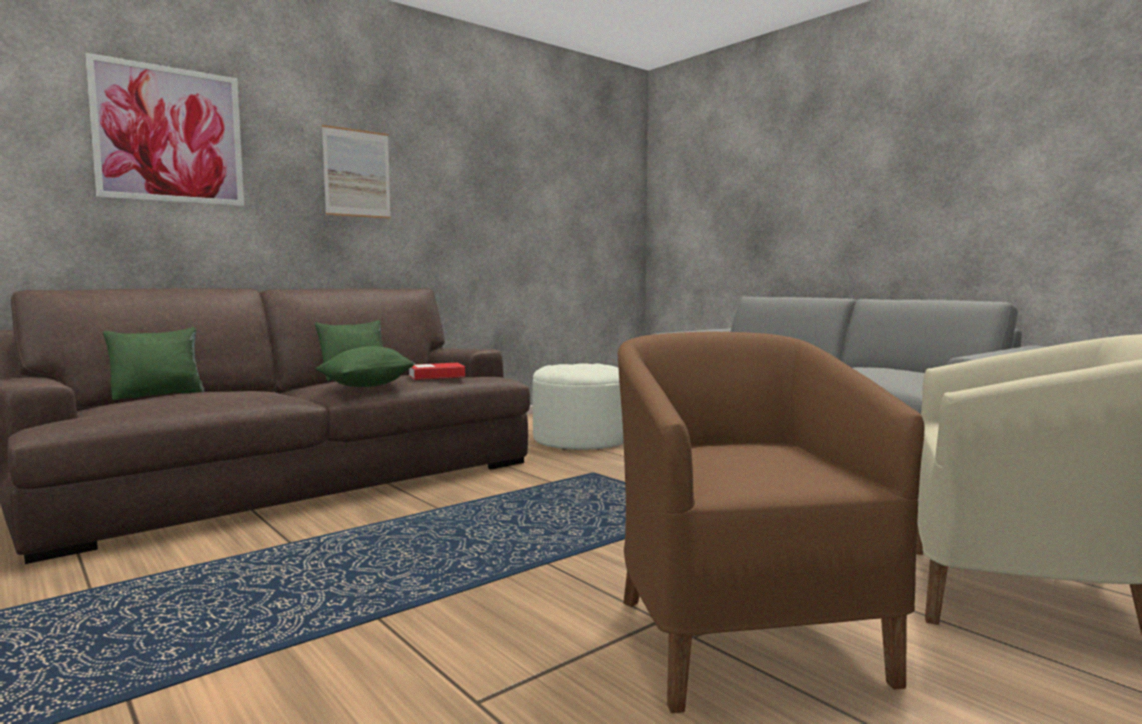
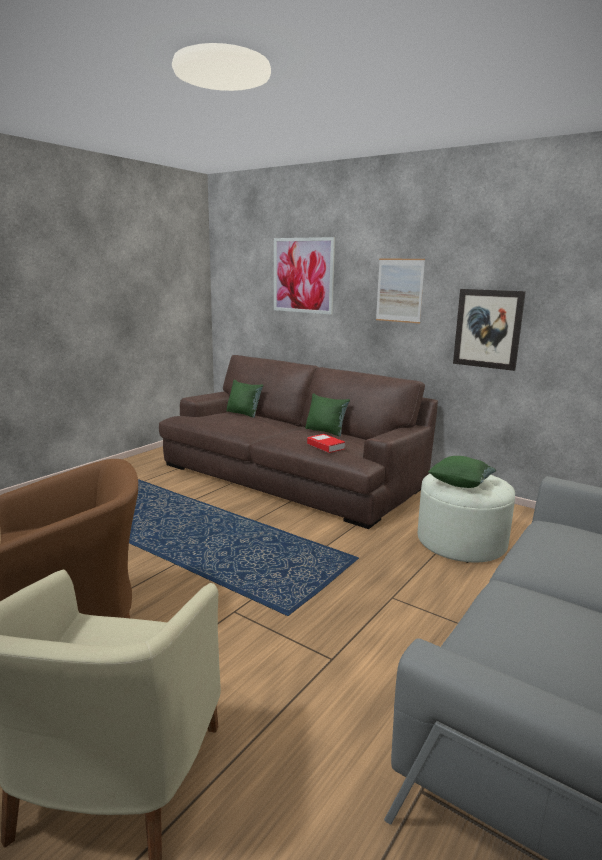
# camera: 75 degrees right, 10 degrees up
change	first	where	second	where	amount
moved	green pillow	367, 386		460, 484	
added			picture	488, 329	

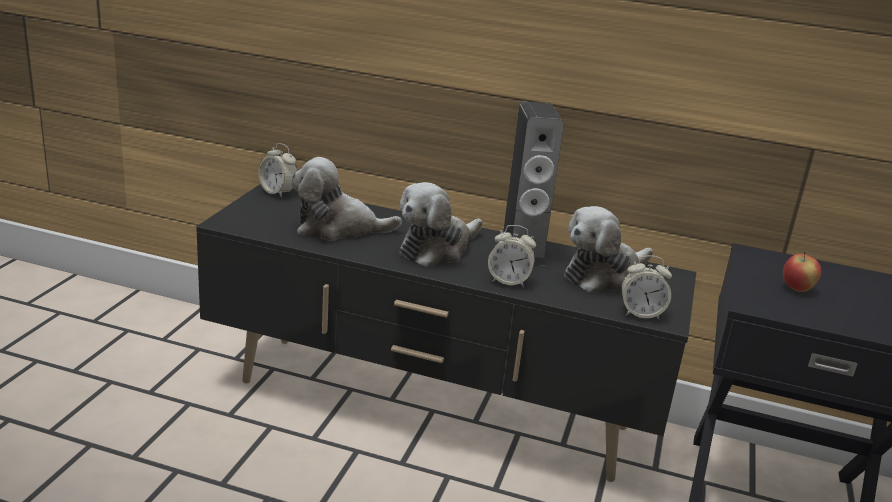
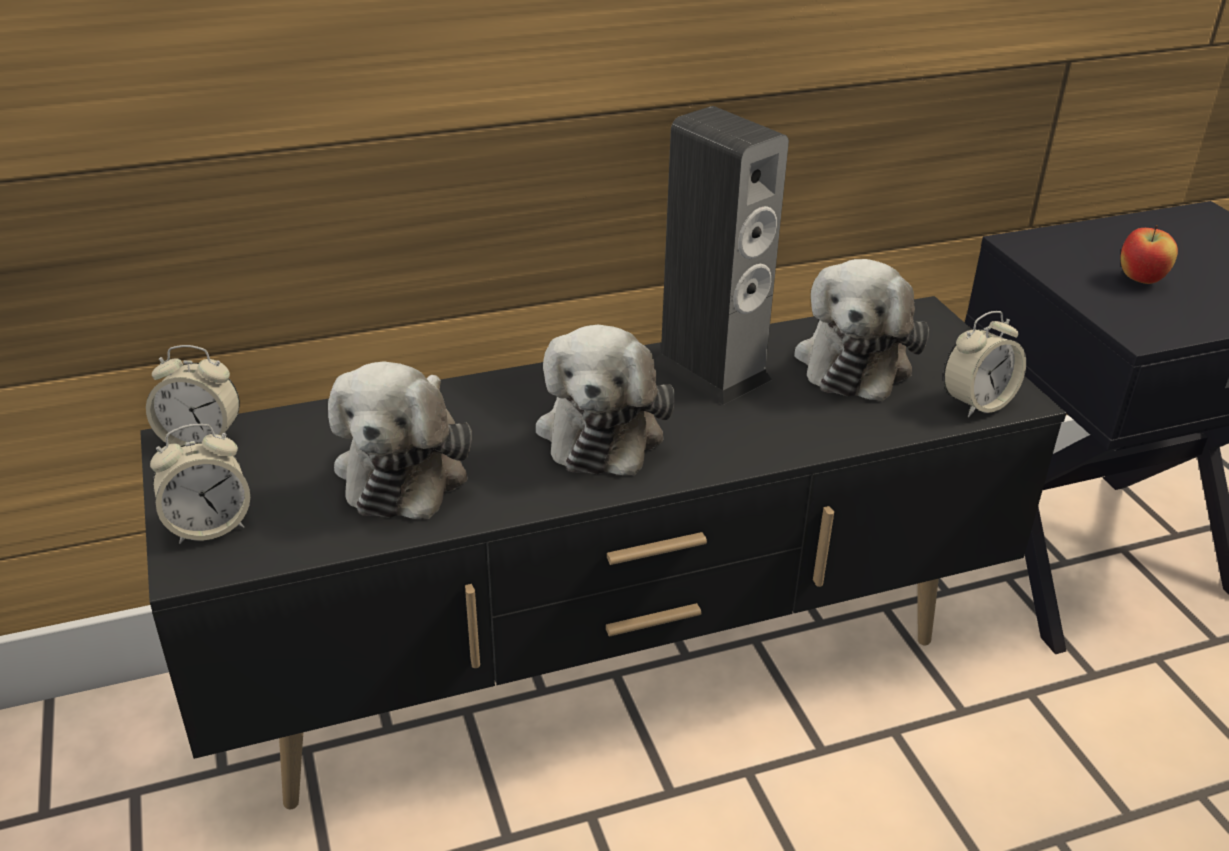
# camera: 35 degrees left, 10 degrees up
change	first	where	second	where	amount
turned	plush toy	338, 228		406, 468	45 degrees counterclockwise
moved	alarm clock	509, 281		209, 526	

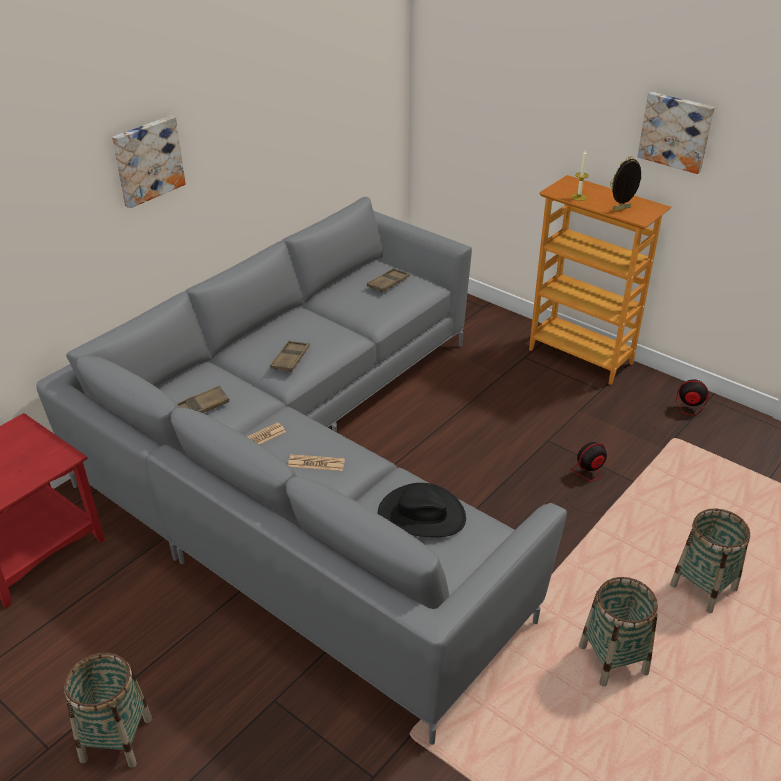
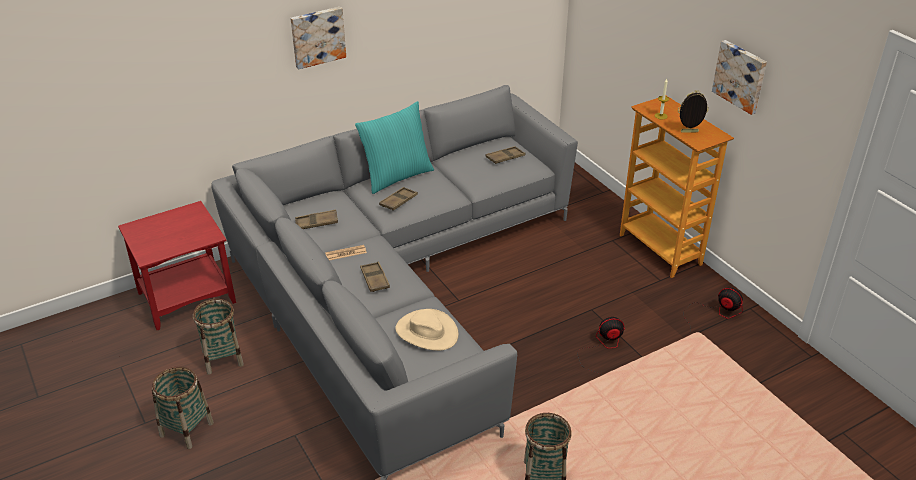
# camera: 20 degrees right, 0 degrees up
change	first	where	second	where	amount
replaced	newspaper	316, 463	brown tray	375, 279	
recoloured	black hat	421, 515	beige hat	426, 332	
moved	basket	703, 587		223, 358	
added			turquoise pillow	396, 176	

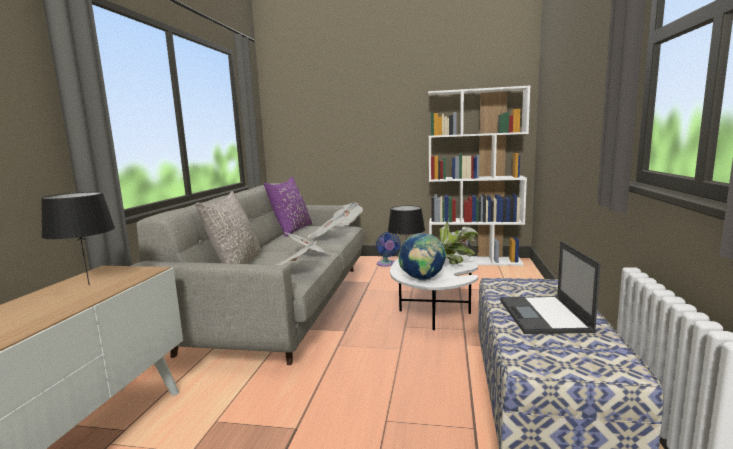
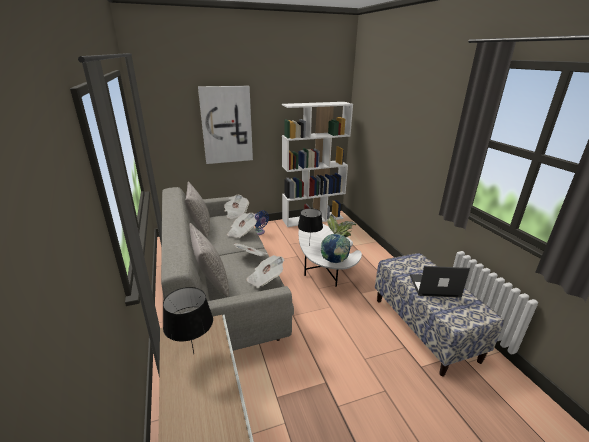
# camera: 30 degrees left, 15 degrees up
change	first	where	second	where	amount
recoloured	purple pillow	291, 230	grey pillow	200, 227	
turned	laptop	544, 315		433, 286	120 degrees clockwise
added			picture	226, 125	

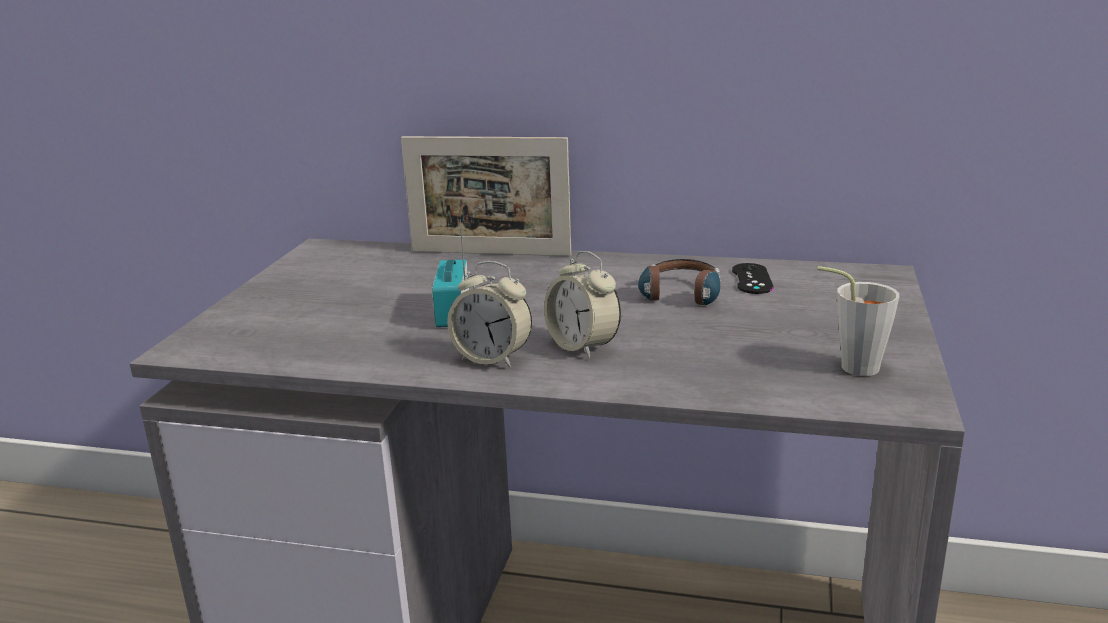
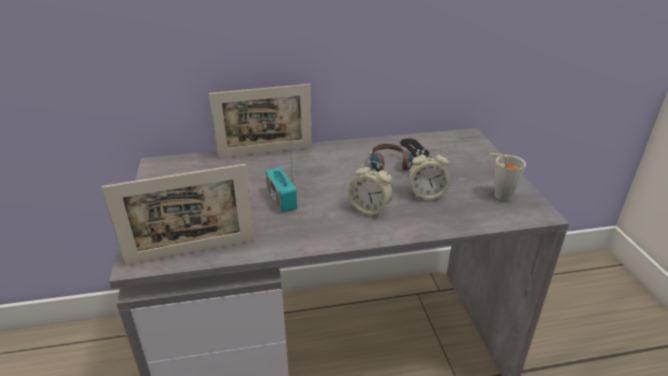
# camera: 25 degrees left, 10 degrees up
change	first	where	second	where	amount
moved	alarm clock	492, 358		426, 194	
added			picture frame	191, 252	

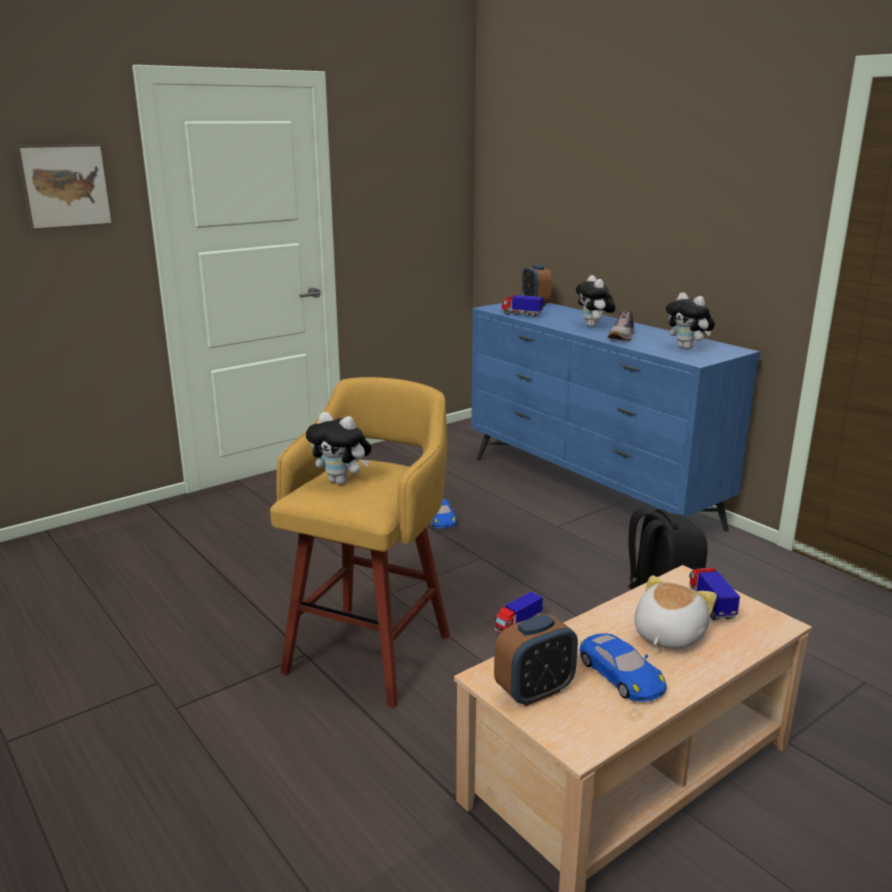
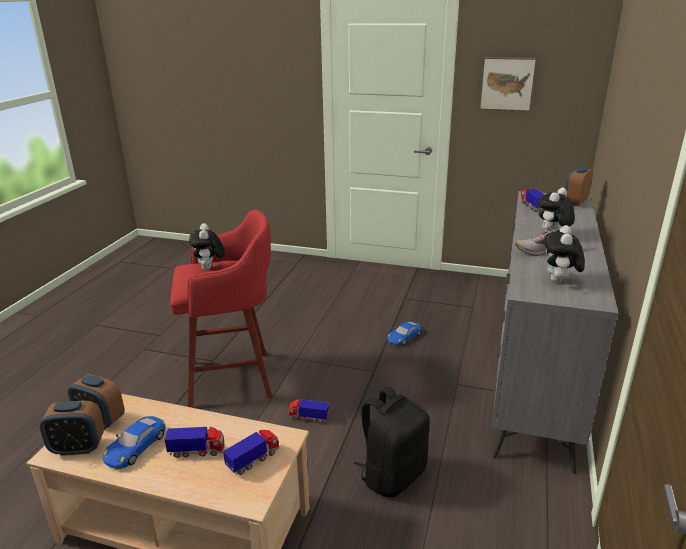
# camera: 55 degrees right, 5 degrees up
change	first	where	second	where	amount
moved	picture	64, 186		507, 83	
recoloured	blue dresser	590, 492	grey dresser	533, 378	
recoloured	yellow stool	371, 651	red stool	233, 378	
replaced	plush toy	667, 635	toy truck	197, 451	
added			alarm clock	78, 448	

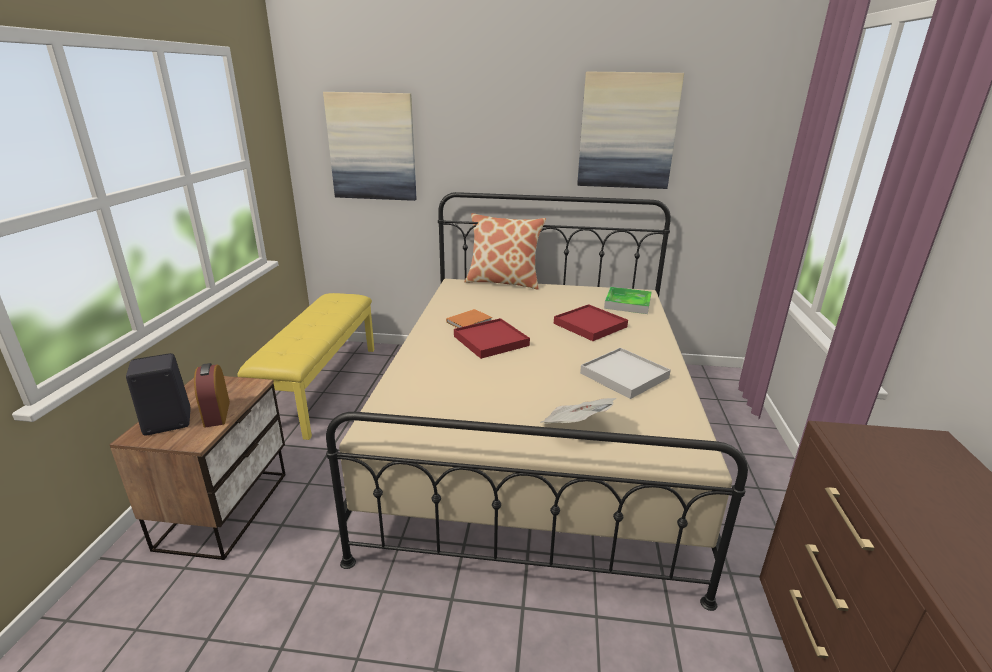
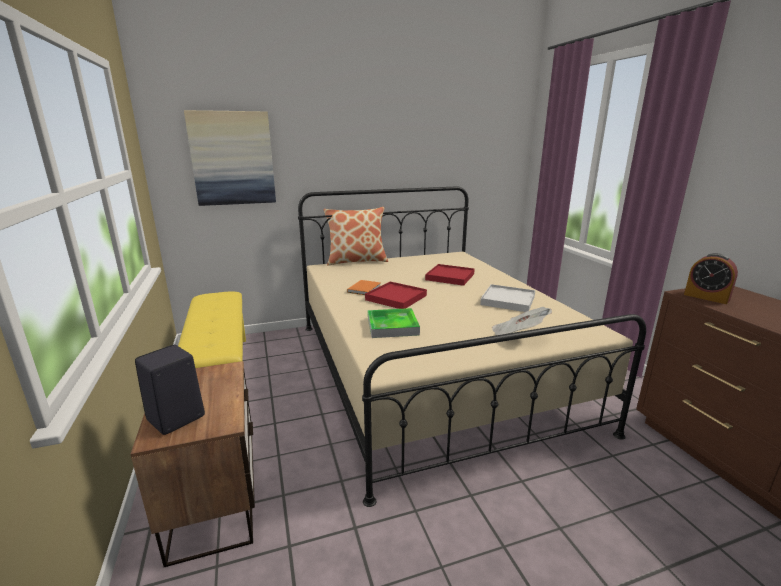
# camera: 25 degrees left, 5 degrees down
change	first	where	second	where	amount
removed	picture	627, 131			
moved	tray	627, 303		392, 326	
moved	alarm clock	217, 413		706, 297	

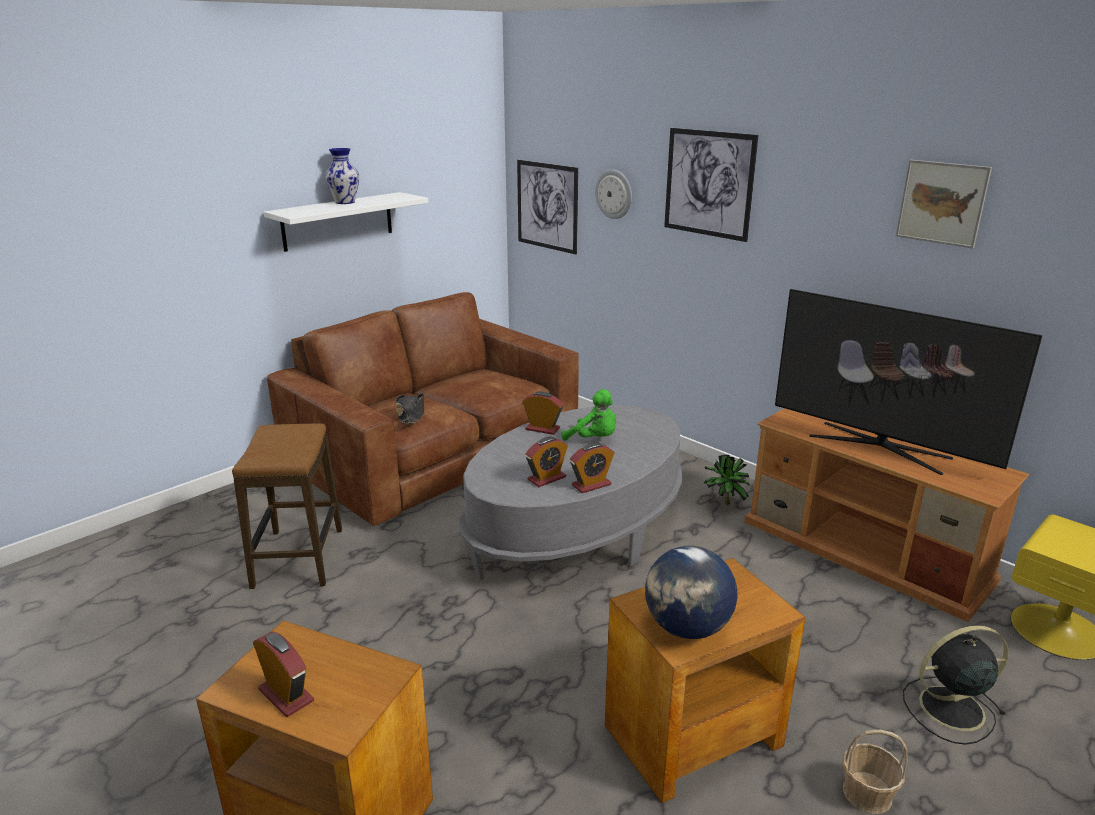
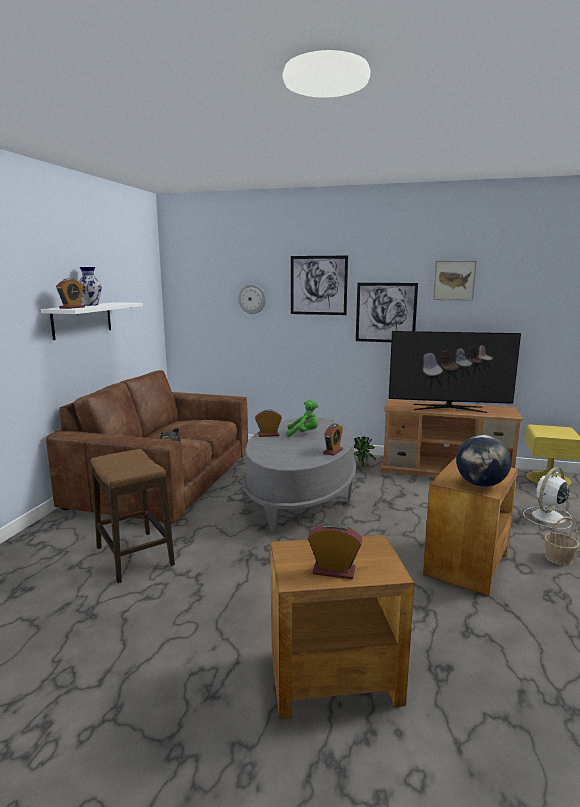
# camera: 30 degrees left, 10 degrees down
change	first	where	second	where	amount
moved	picture	547, 206		386, 312	
moved	alarm clock	546, 478		72, 307	
recoloured	black fan	949, 708	white fan	547, 517	

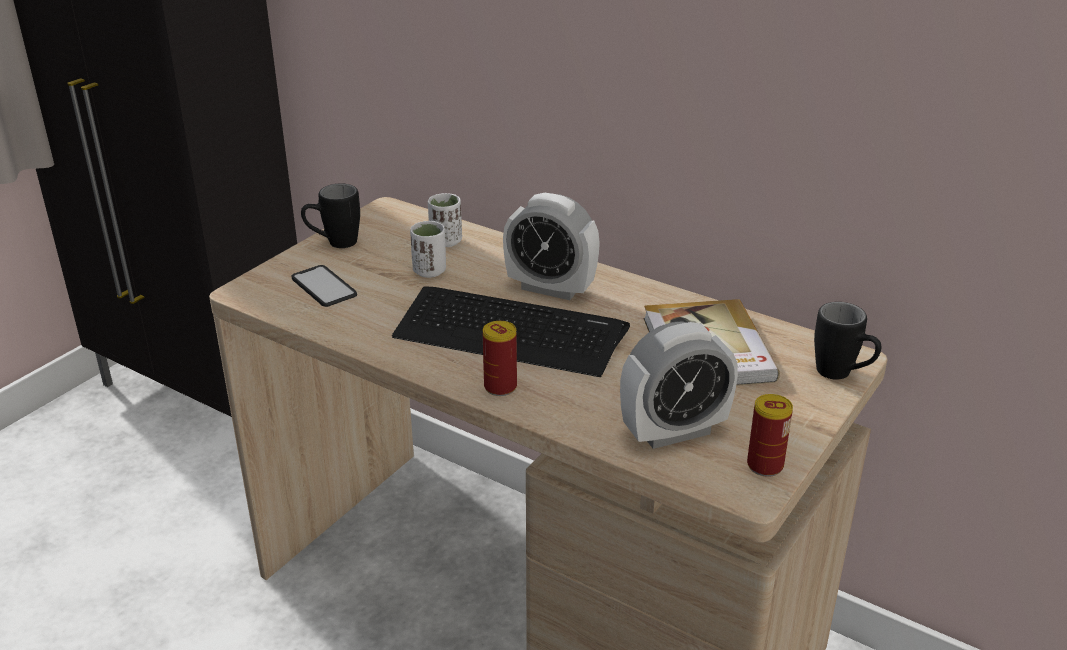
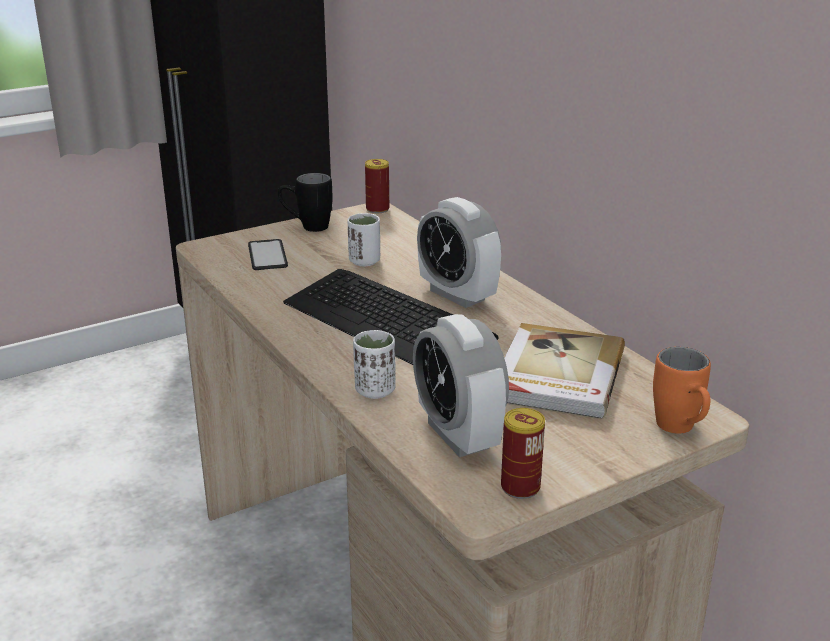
# camera: 25 degrees right, 5 degrees down
change	first	where	second	where	amount
moved	white cup	446, 241		375, 390	
recoloured	black mug	842, 375	orange mug	680, 430	
moved	can	500, 387		377, 209	
turned	alarm clock	674, 432		458, 435	60 degrees clockwise

